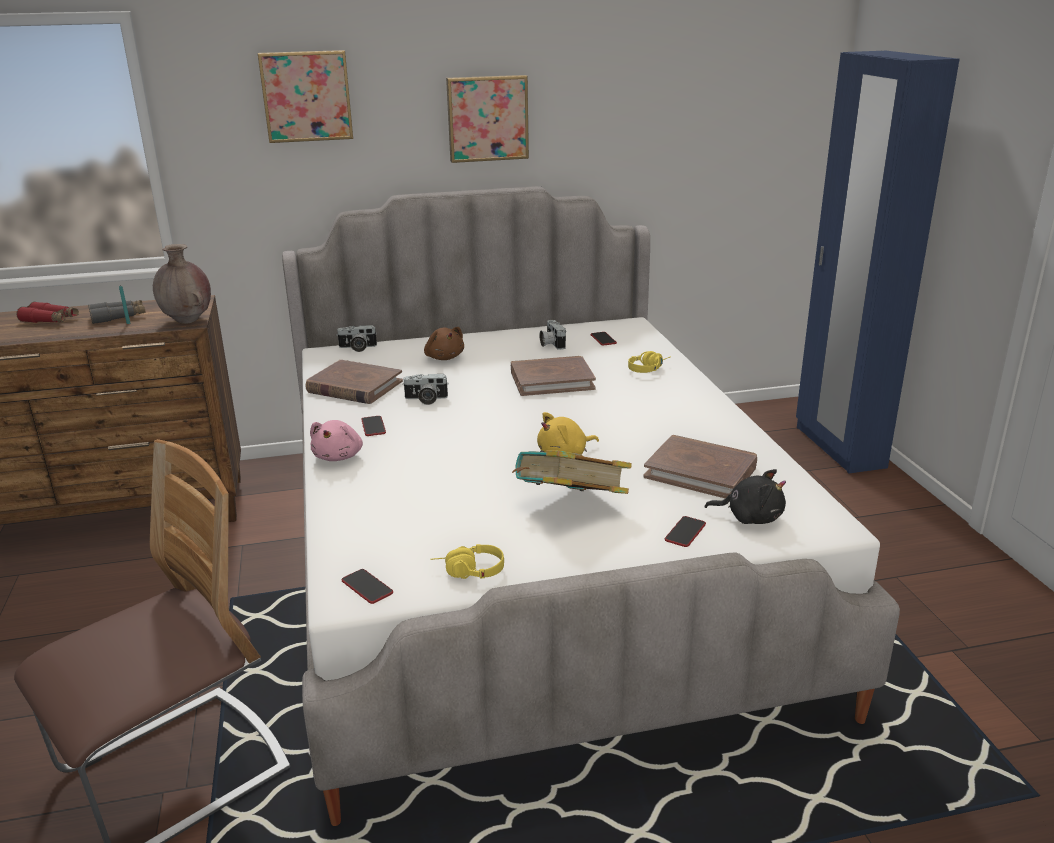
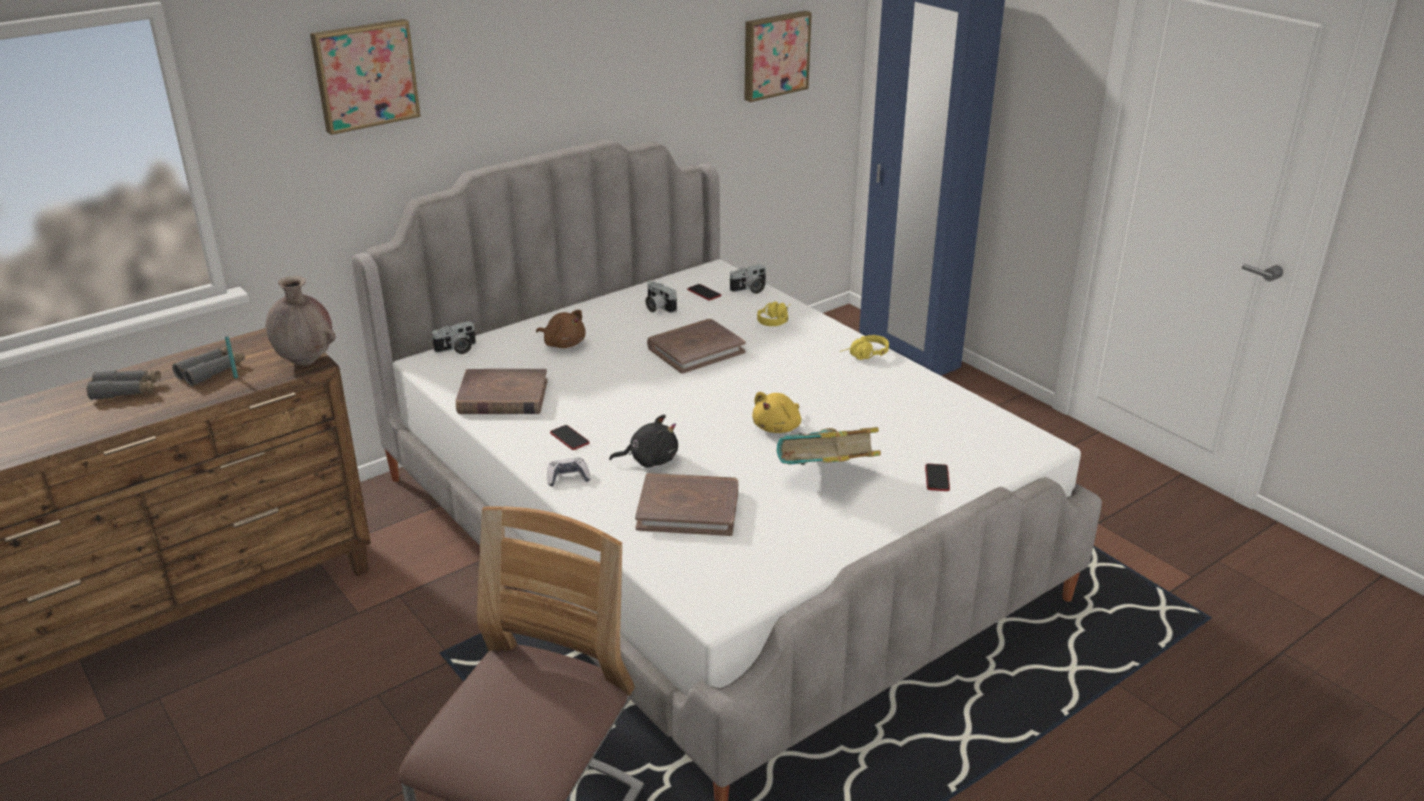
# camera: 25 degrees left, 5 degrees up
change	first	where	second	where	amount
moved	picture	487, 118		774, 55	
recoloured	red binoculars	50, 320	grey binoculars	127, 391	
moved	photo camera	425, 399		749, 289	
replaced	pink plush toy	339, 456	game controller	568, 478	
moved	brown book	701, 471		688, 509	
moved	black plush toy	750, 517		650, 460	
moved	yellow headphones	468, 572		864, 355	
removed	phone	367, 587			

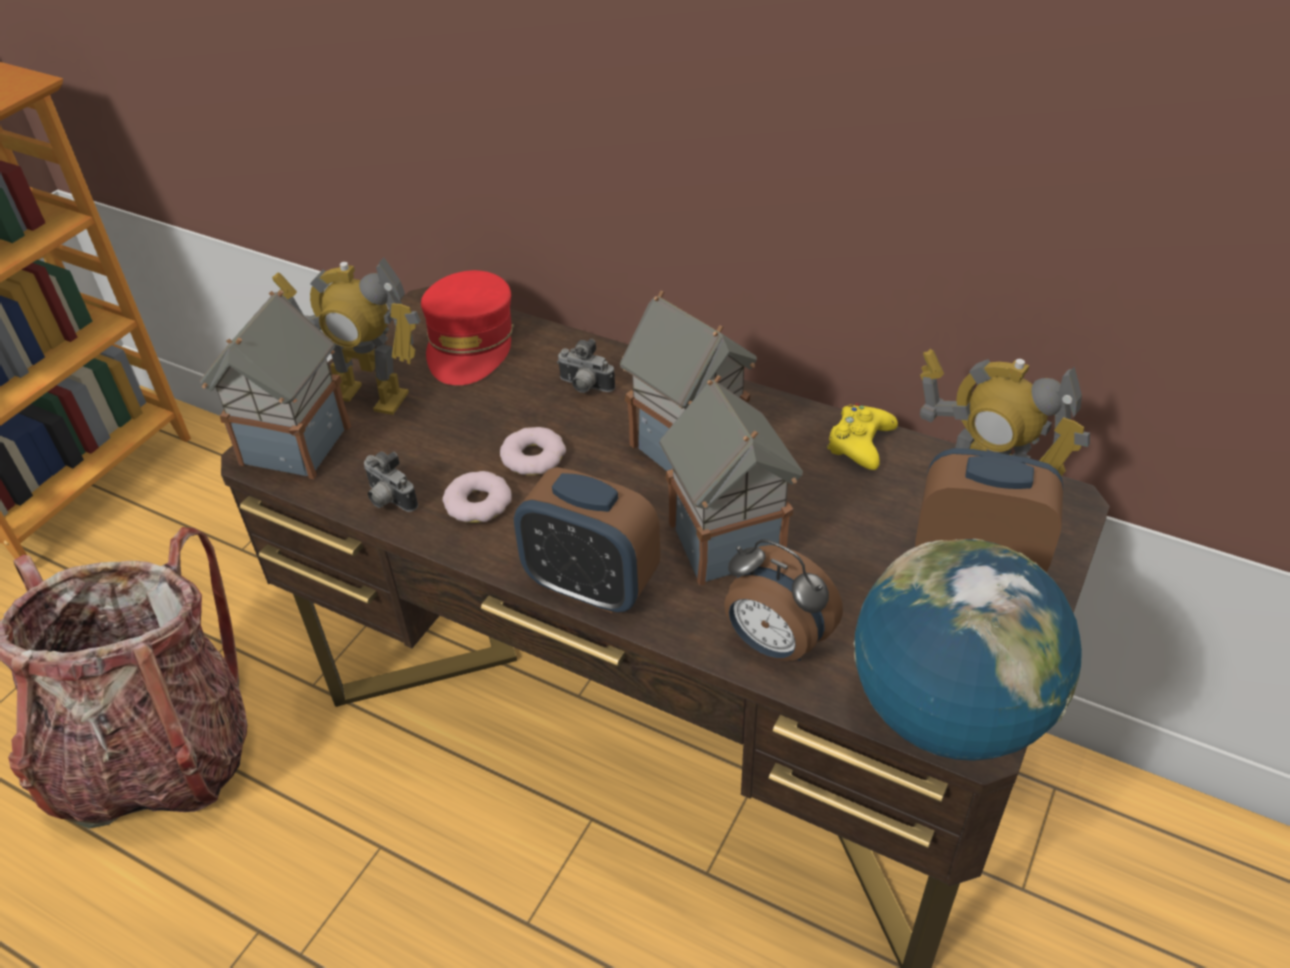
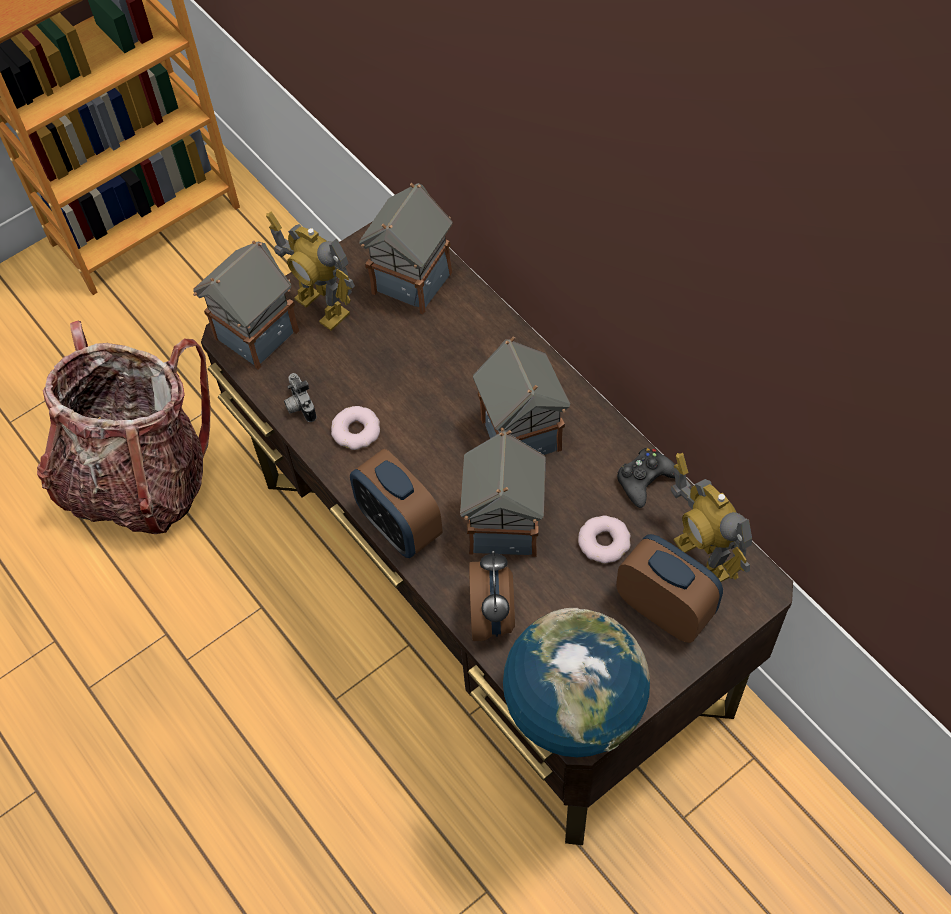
# camera: 25 degrees right, 15 degrees up
change	first	where	second	where	amount
replaced	red cap	470, 343	toy house	412, 281	
removed	photo camera	584, 387			
recoloured	yellow game controller	860, 443	black game controller	645, 480	
moved	donut	533, 456		604, 542	
turned	alarm clock	774, 644		493, 617	150 degrees counterclockwise

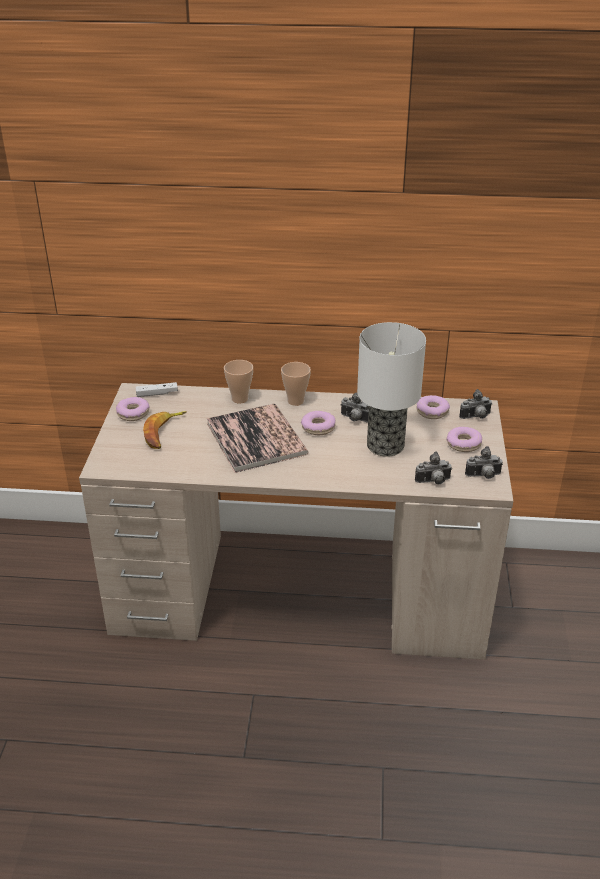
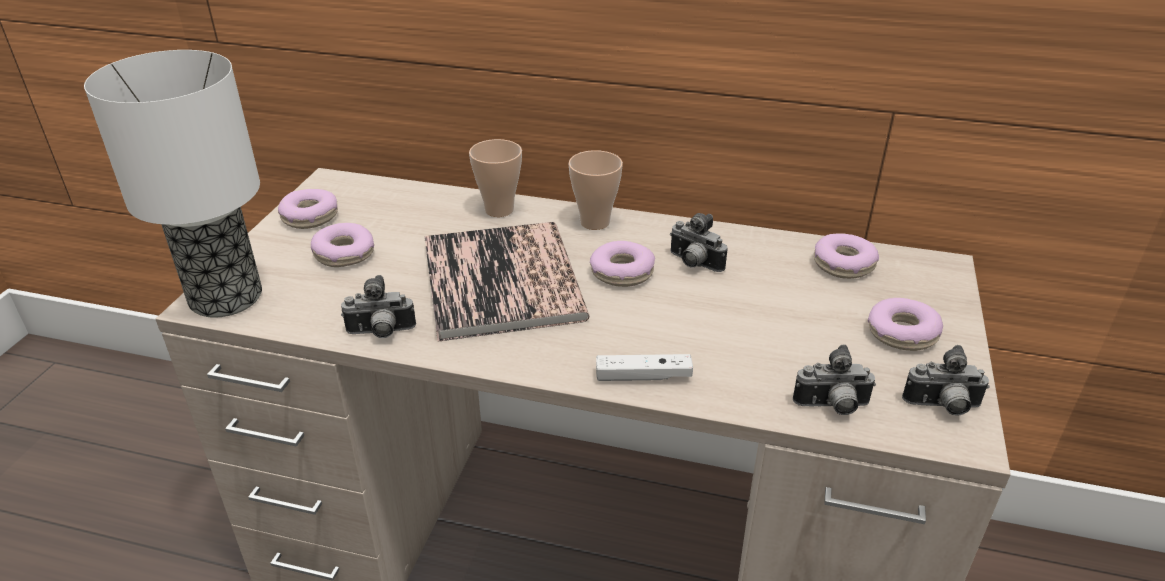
# camera: 10 degrees right, 0 degrees up
change	first	where	second	where	amount
moved	table lamp	386, 446		225, 298	
moved	white game controller	157, 394		643, 376	
moved	photo camera	476, 417		381, 333	
replaced	banana	164, 433	donut	344, 254	

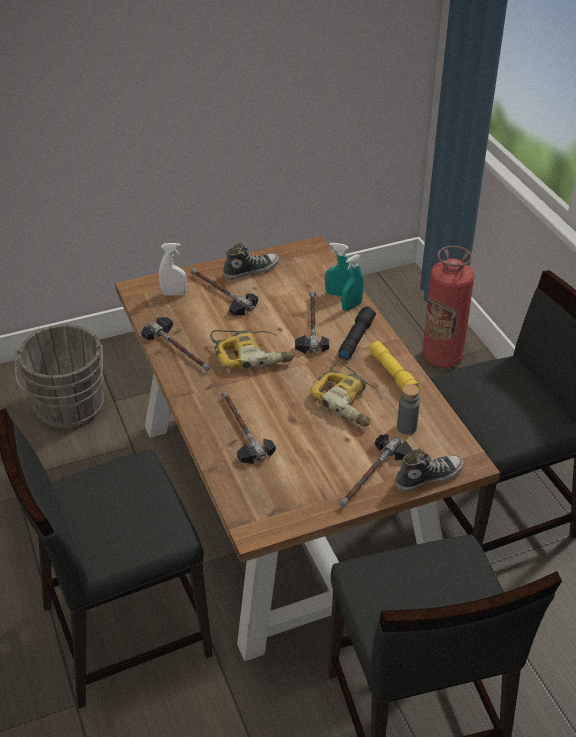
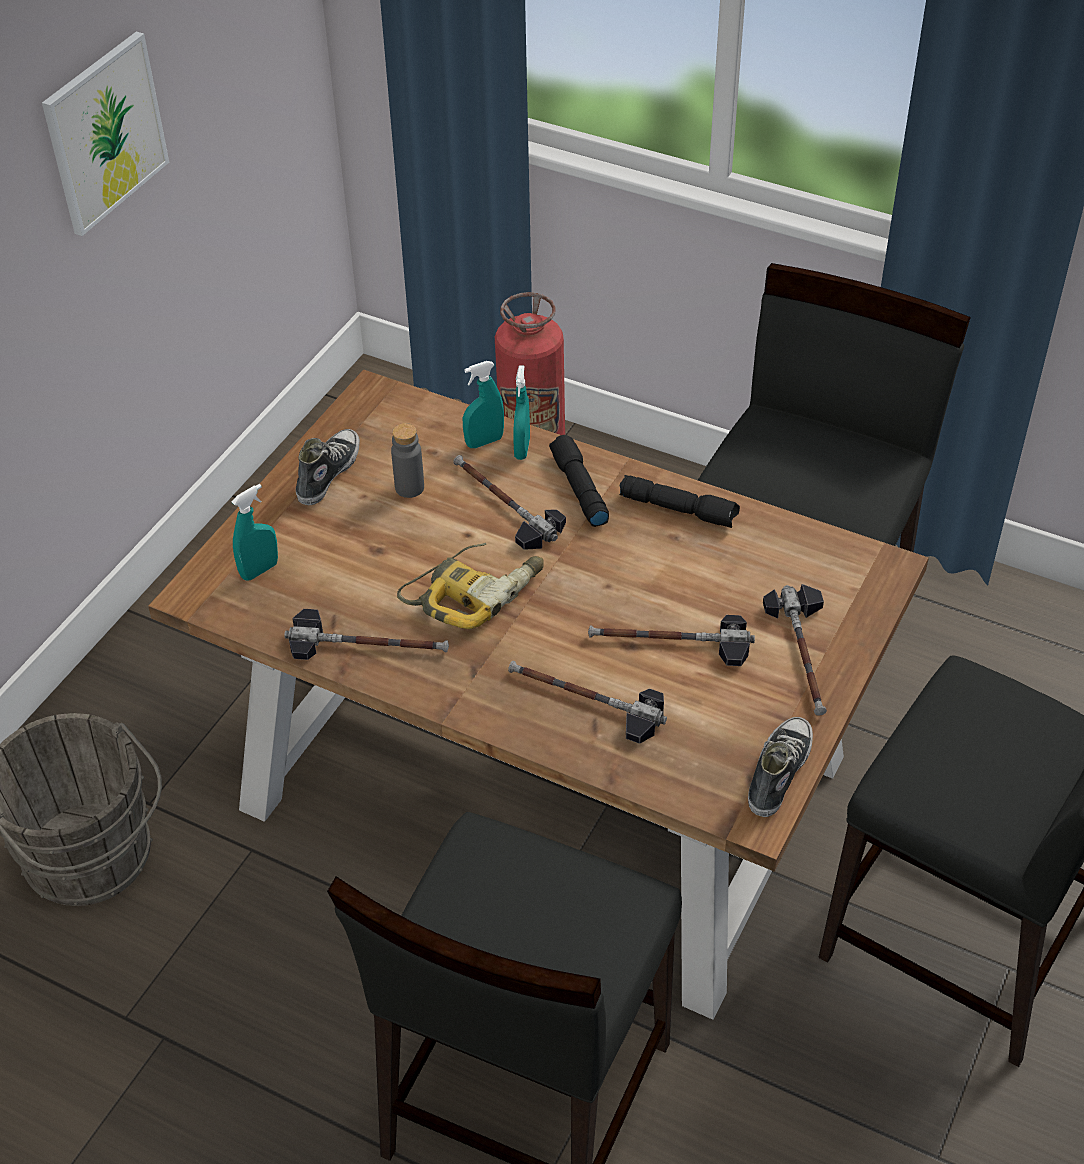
# camera: 40 degrees left, 5 degrees up
change	first	where	second	where	amount
recoloured	white spray bottle	174, 293	turquoise spray bottle	259, 570	
moved	hammer	220, 293		670, 643	
recoloured	yellow flashlight	394, 374	black flashlight	679, 509	
removed	power drill	349, 401			
moved	grey bottle	406, 427		409, 488	
moved	shoe	428, 477		778, 772	
added			picture	105, 133	

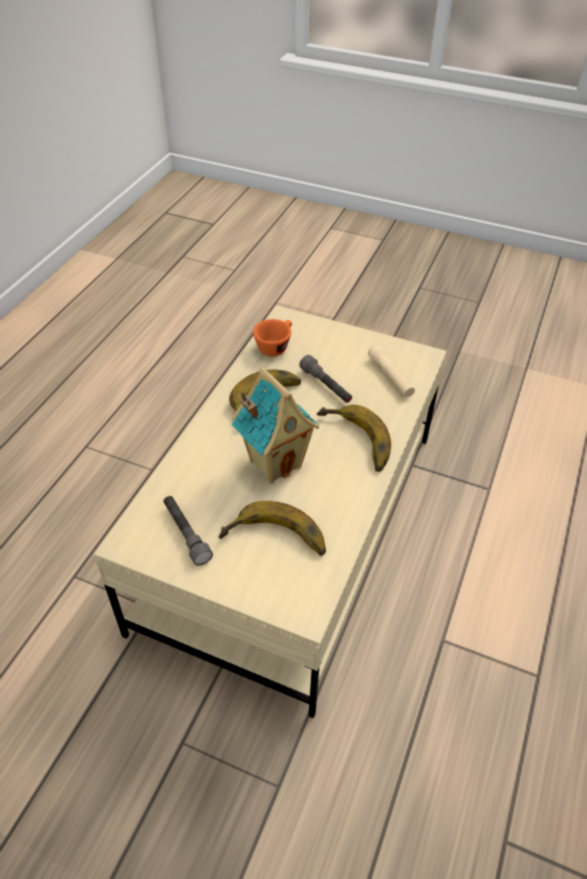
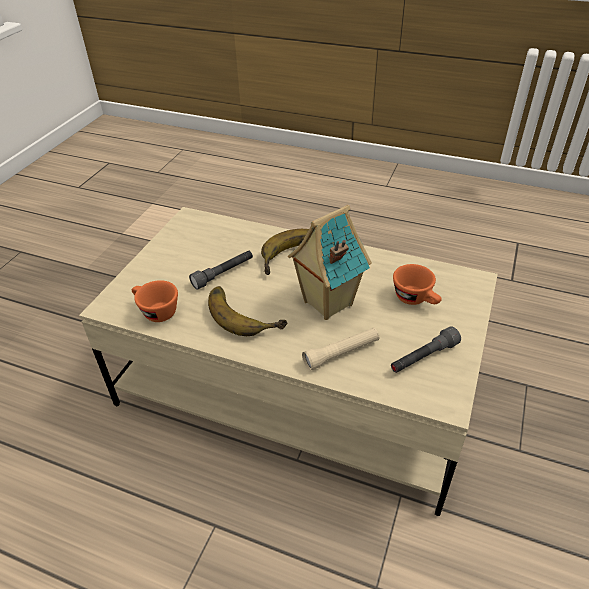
# camera: 90 degrees left, 5 degrees down
change	first	where	second	where	amount
moved	beige flashlight	390, 377		341, 353	
replaced	banana	275, 542	orange cup	416, 299	

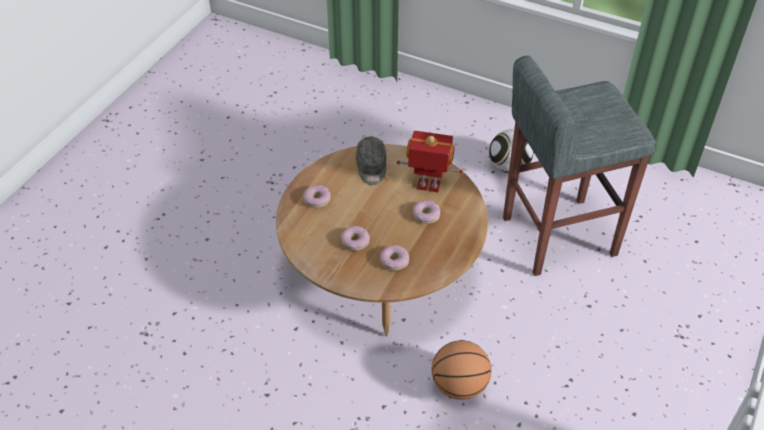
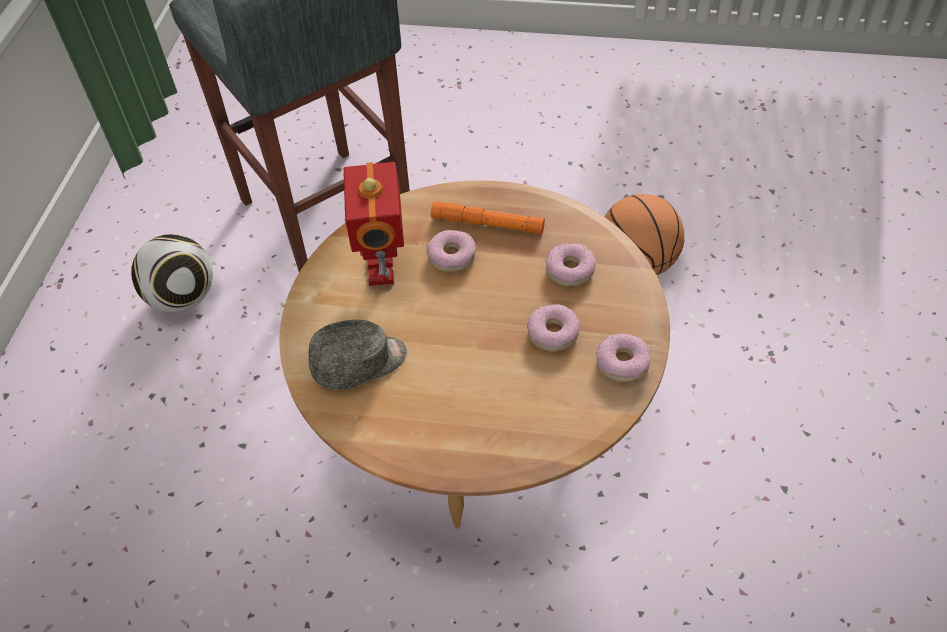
# camera: 105 degrees left, 5 degrees up
change	first	where	second	where	amount
moved	donut	317, 199		622, 363	
added			orange flashlight	487, 223	

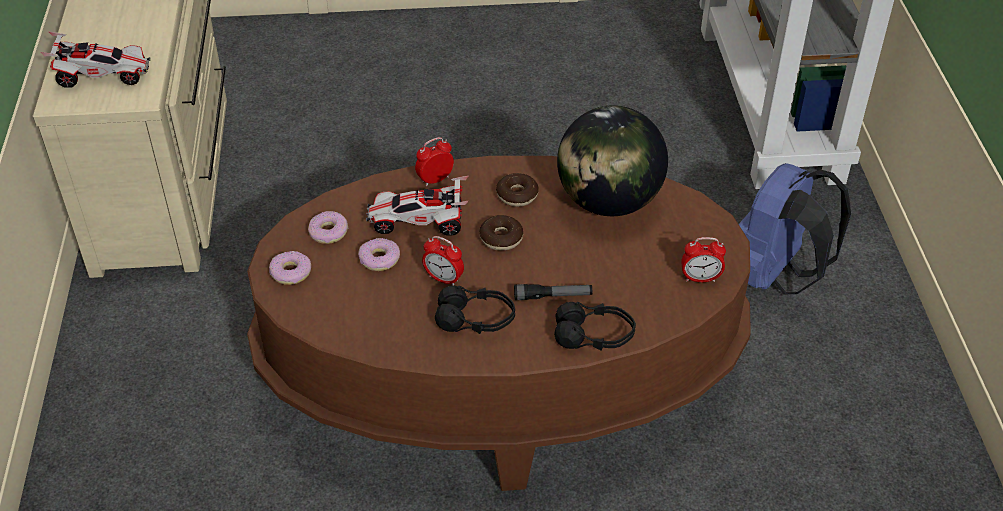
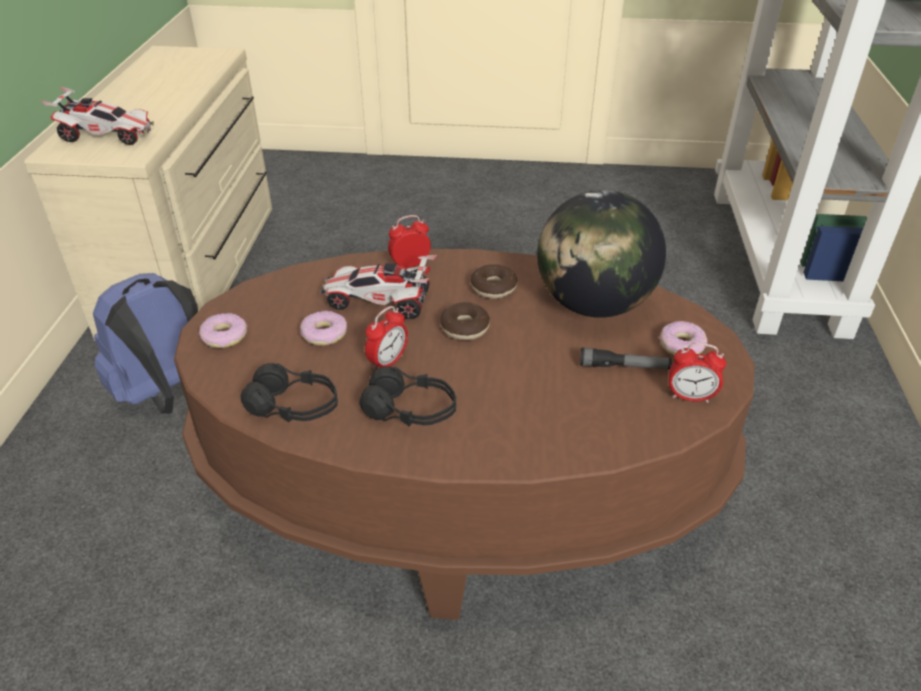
# camera: 10 degrees right, 5 degrees down
change	first	where	second	where	amount
moved	blue backpack	773, 276		169, 394	
moved	donut	329, 232		682, 345	
turned	alarm clock	443, 279		388, 362	90 degrees counterclockwise
moved	flashlight	553, 296		624, 367	
moved	black headphones	594, 336		294, 407	

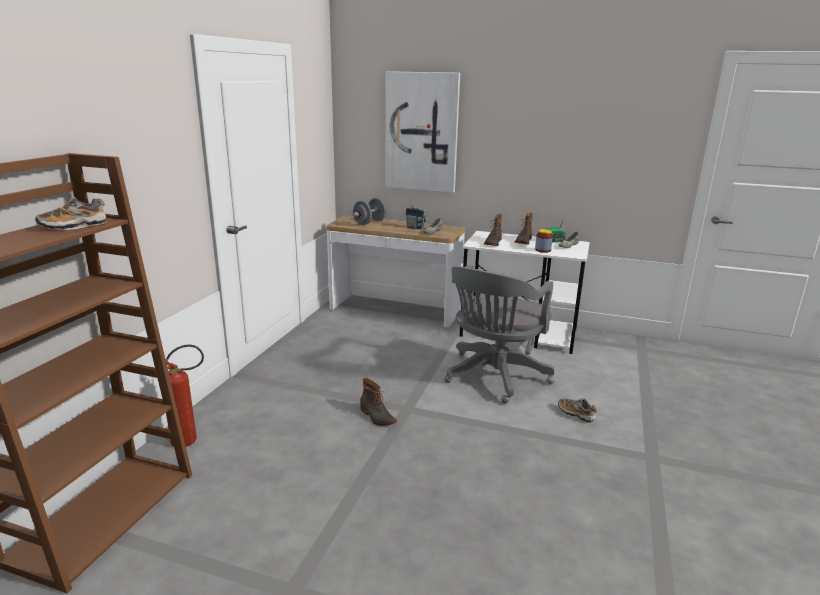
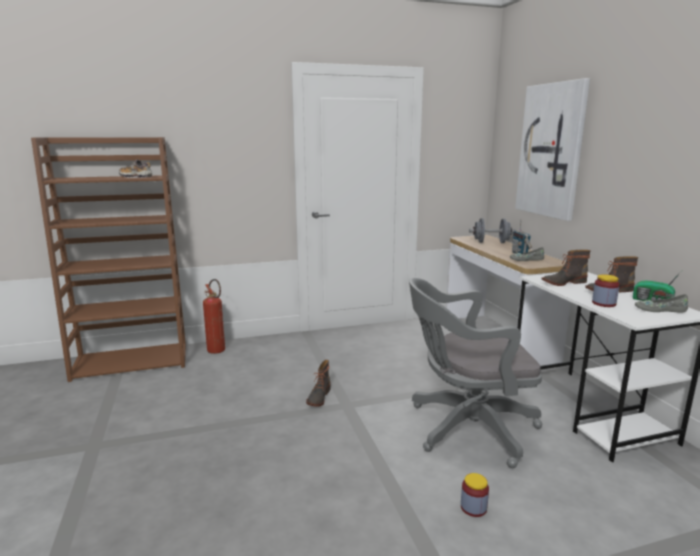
# camera: 55 degrees right, 5 degrees down
change	first	where	second	where	amount
replaced	shoe	576, 414	jar	473, 507	

